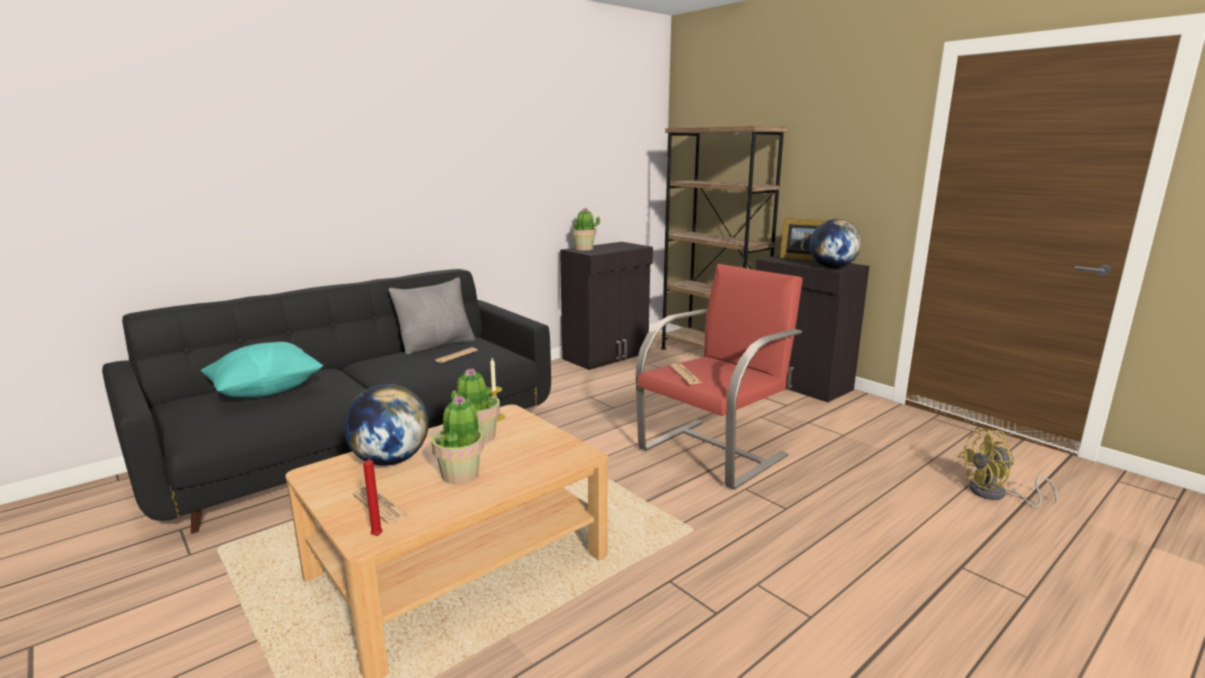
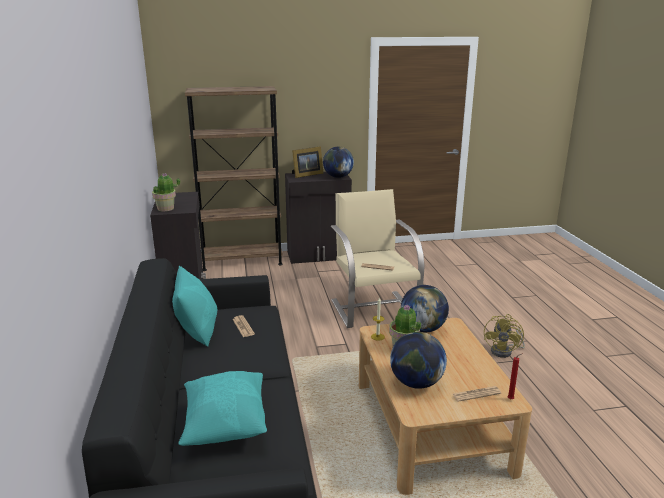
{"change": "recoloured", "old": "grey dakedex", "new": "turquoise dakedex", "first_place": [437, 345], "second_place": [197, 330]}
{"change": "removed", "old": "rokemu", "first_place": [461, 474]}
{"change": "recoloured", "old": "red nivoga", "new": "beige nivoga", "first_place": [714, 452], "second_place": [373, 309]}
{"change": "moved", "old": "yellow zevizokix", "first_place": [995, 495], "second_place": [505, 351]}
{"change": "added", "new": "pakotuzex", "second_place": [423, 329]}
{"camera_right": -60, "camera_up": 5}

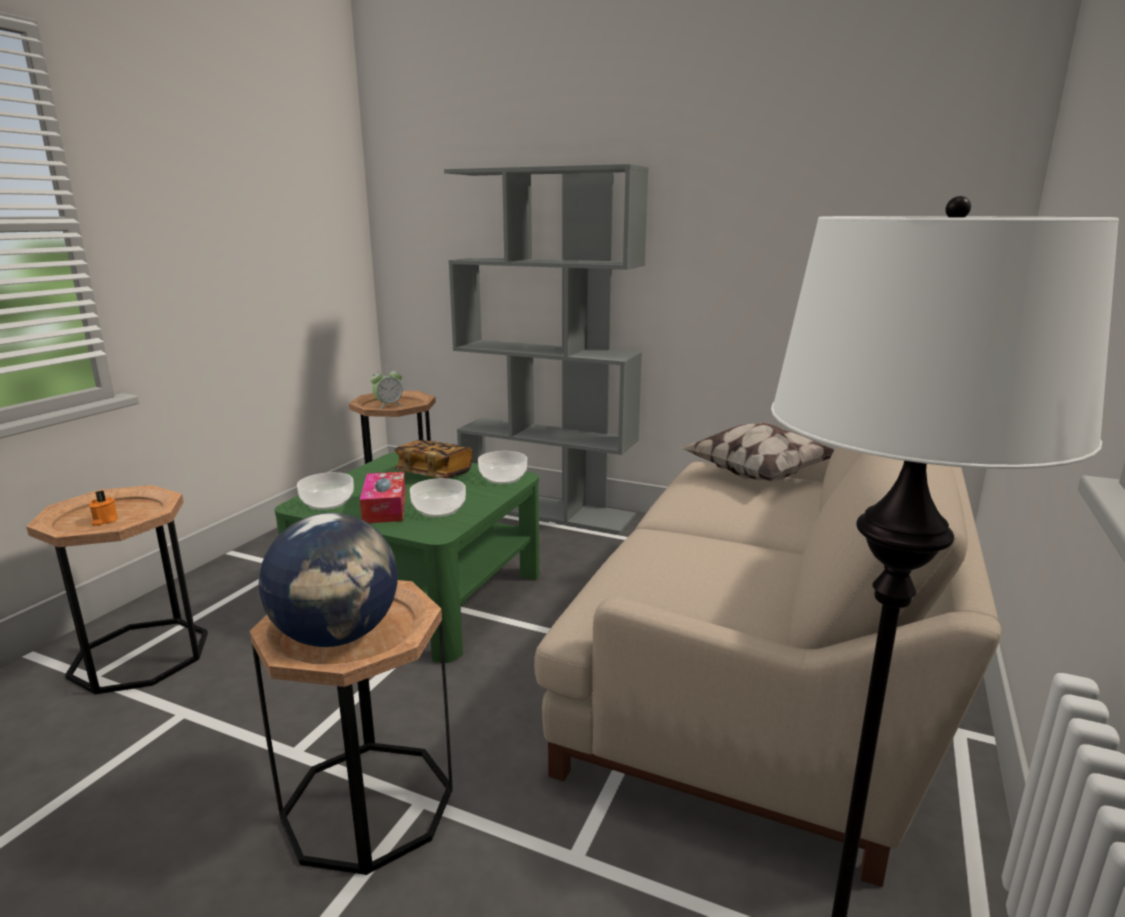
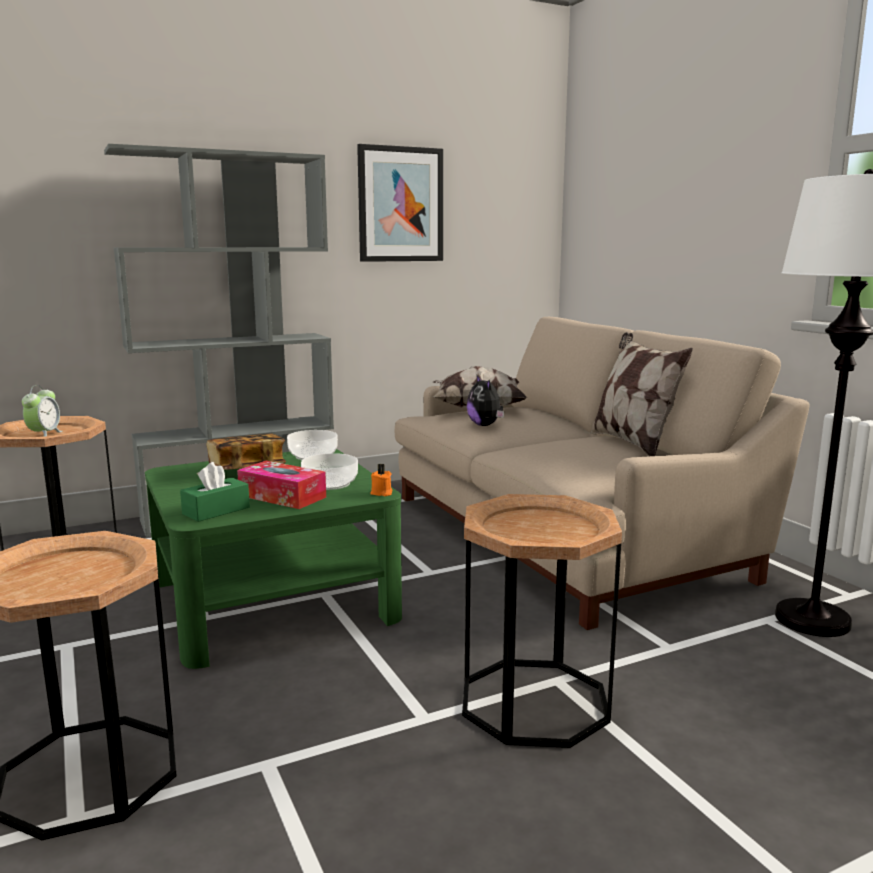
{"change": "moved", "old": "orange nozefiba", "first_place": [104, 521], "second_place": [381, 493]}
{"change": "removed", "old": "pakotuzex", "first_place": [337, 636]}
{"change": "replaced", "old": "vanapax", "new": "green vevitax", "first_place": [327, 503], "second_place": [216, 511]}
{"change": "added", "new": "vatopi", "second_place": [400, 204]}
{"change": "added", "new": "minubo", "second_place": [485, 425]}
{"change": "added", "new": "dakedex", "second_place": [633, 443]}
{"camera_right": -50, "camera_up": -5}

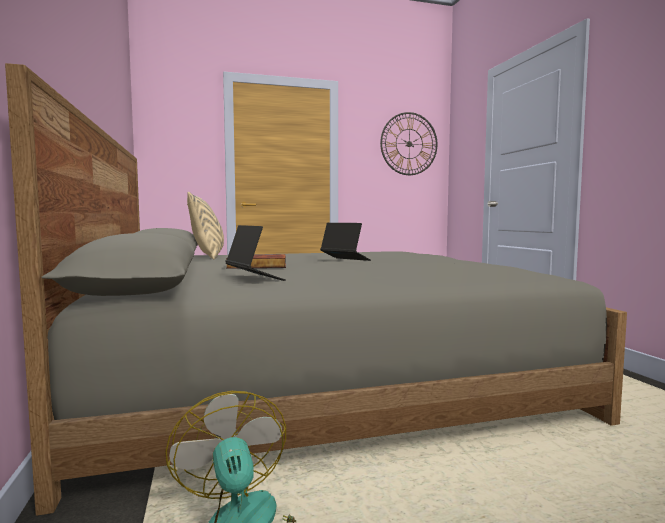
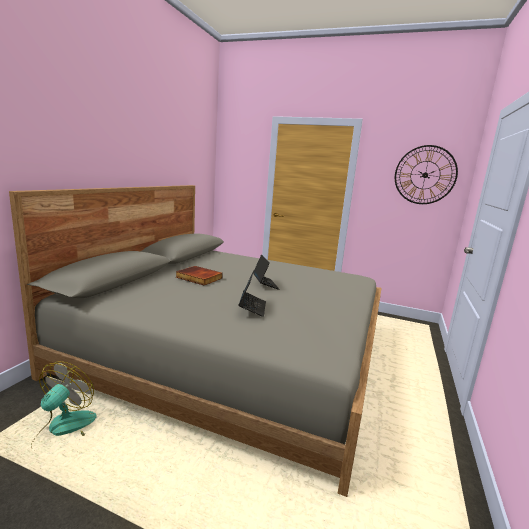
{"change": "removed", "old": "beige dakedex", "first_place": [207, 256]}
{"change": "moved", "old": "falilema", "first_place": [254, 278], "second_place": [252, 307]}
{"camera_right": 35, "camera_up": 10}

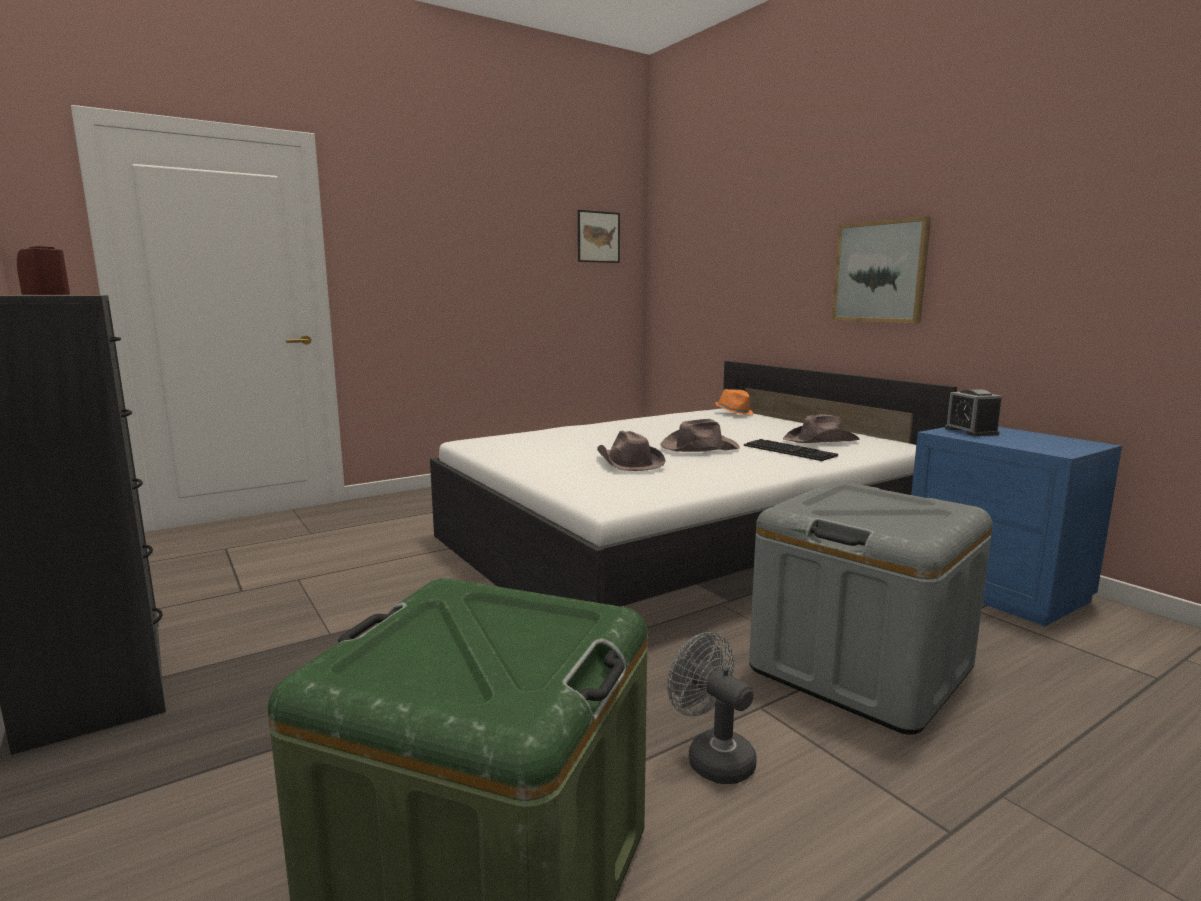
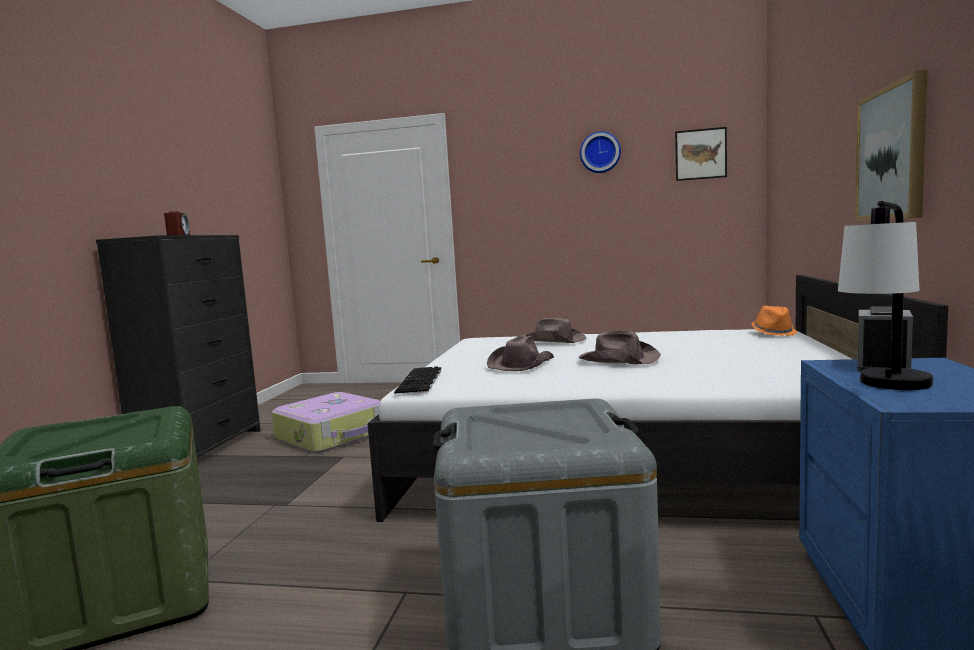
{"change": "removed", "old": "grey zevizokix", "first_place": [712, 757]}
{"change": "moved", "old": "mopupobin", "first_place": [791, 451], "second_place": [421, 381]}
{"change": "moved", "old": "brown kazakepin", "first_place": [821, 440], "second_place": [554, 341]}
{"change": "added", "new": "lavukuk", "second_place": [332, 435]}
{"change": "added", "new": "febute", "second_place": [600, 152]}
{"change": "added", "new": "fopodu", "second_place": [886, 389]}
{"camera_right": 45, "camera_up": -5}

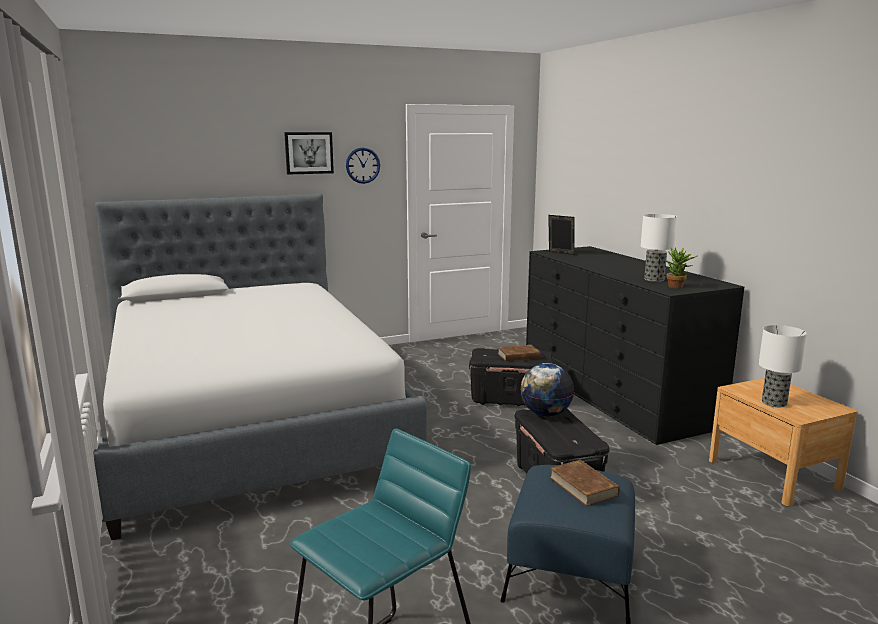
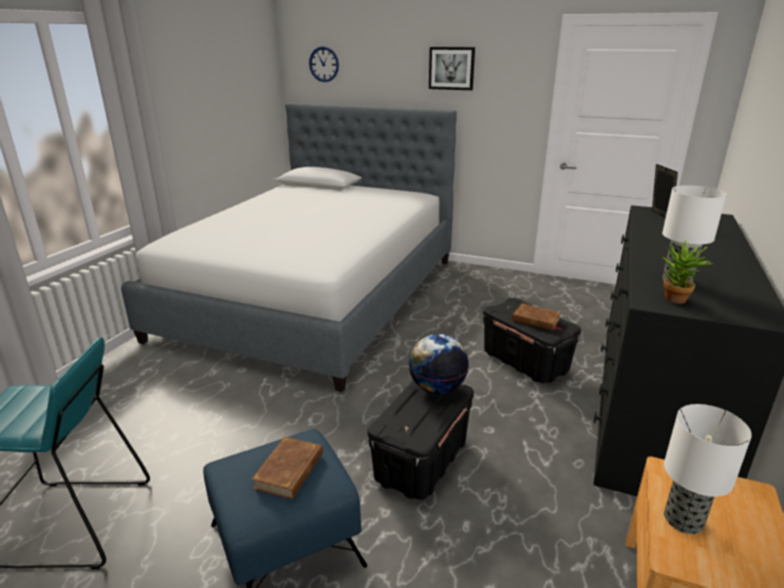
{"change": "moved", "old": "febute", "first_place": [362, 165], "second_place": [324, 64]}
{"camera_right": 45, "camera_up": 10}

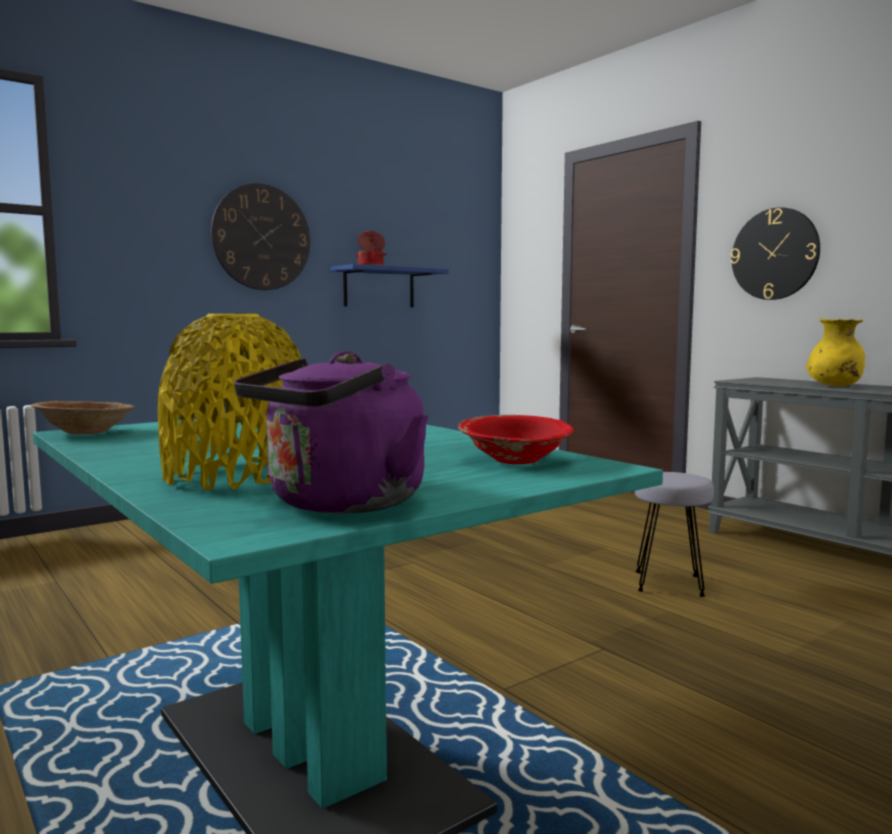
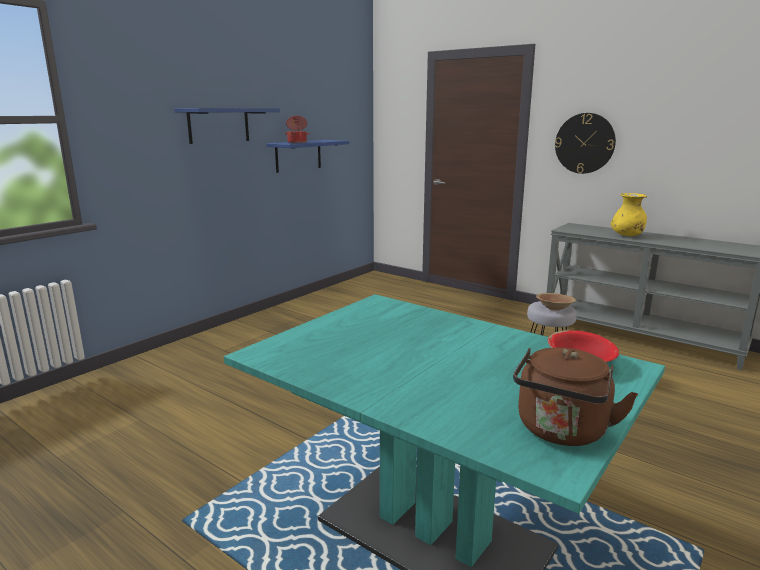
{"change": "moved", "old": "brown vanapax", "first_place": [86, 432], "second_place": [554, 308]}
{"change": "removed", "old": "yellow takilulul", "first_place": [239, 476]}
{"change": "replaced", "old": "febute", "new": "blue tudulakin", "first_place": [261, 237], "second_place": [219, 125]}
{"change": "recoloured", "old": "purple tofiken", "new": "brown tofiken", "first_place": [339, 504], "second_place": [561, 432]}
{"camera_right": -15, "camera_up": 10}

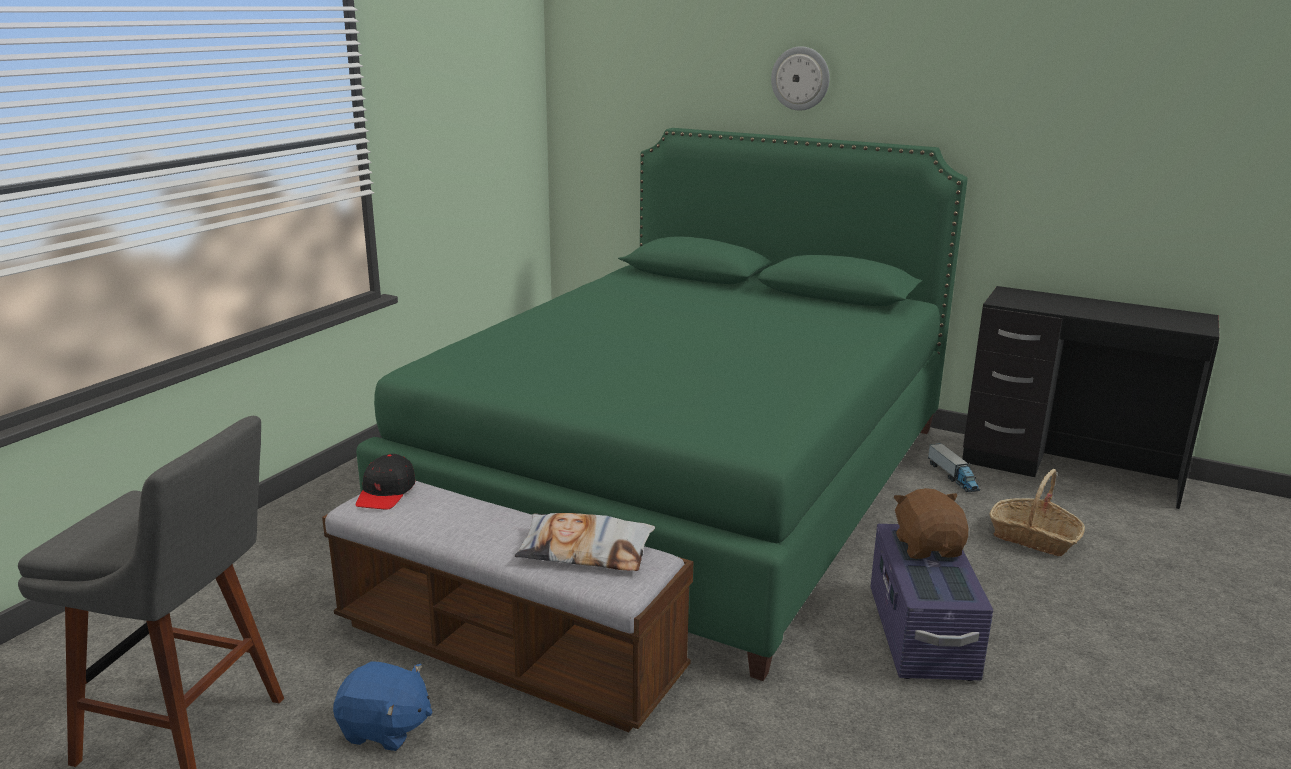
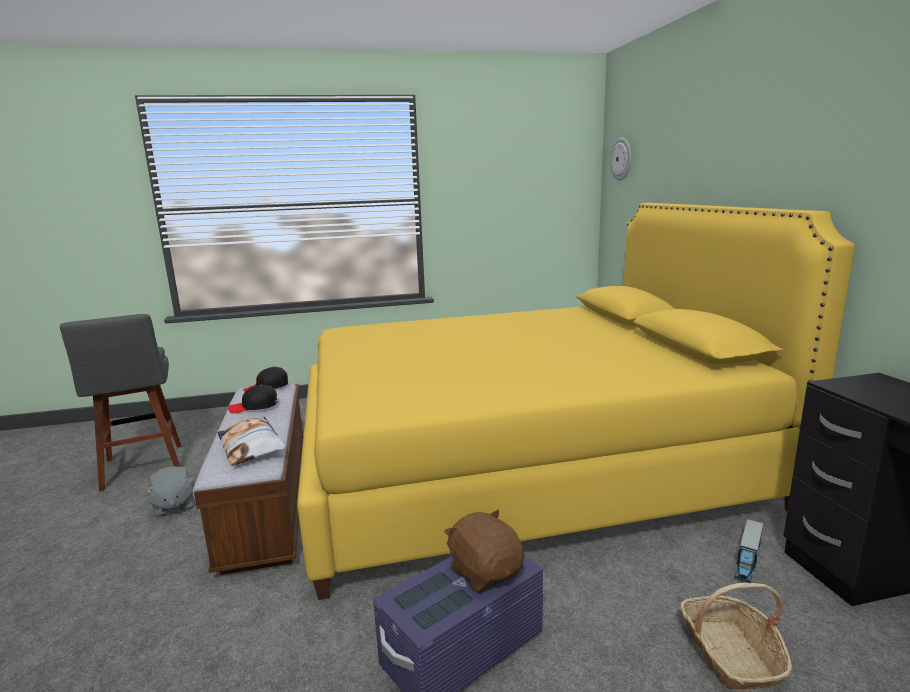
{"change": "recoloured", "old": "blue minubo", "new": "grey minubo", "first_place": [385, 729], "second_place": [173, 506]}
{"change": "recoloured", "old": "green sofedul", "new": "yellow sofedul", "first_place": [688, 483], "second_place": [521, 465]}
{"change": "moved", "old": "febute", "first_place": [800, 78], "second_place": [622, 159]}
{"change": "turned", "old": "brown minubo", "first_place": [928, 547], "second_place": [485, 571], "degrees": -75}
{"change": "added", "new": "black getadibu", "second_place": [254, 406]}
{"camera_right": 50, "camera_up": -5}

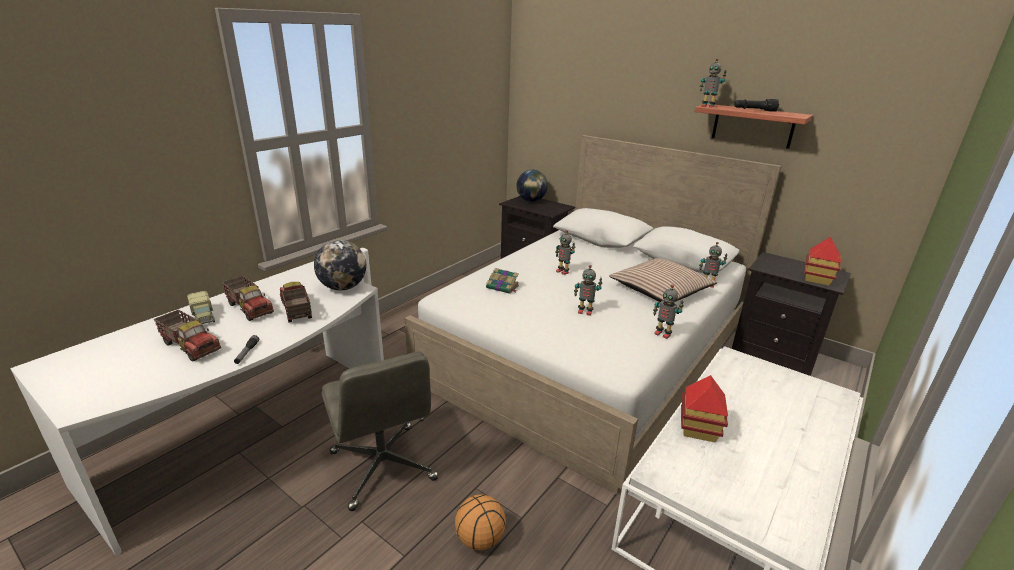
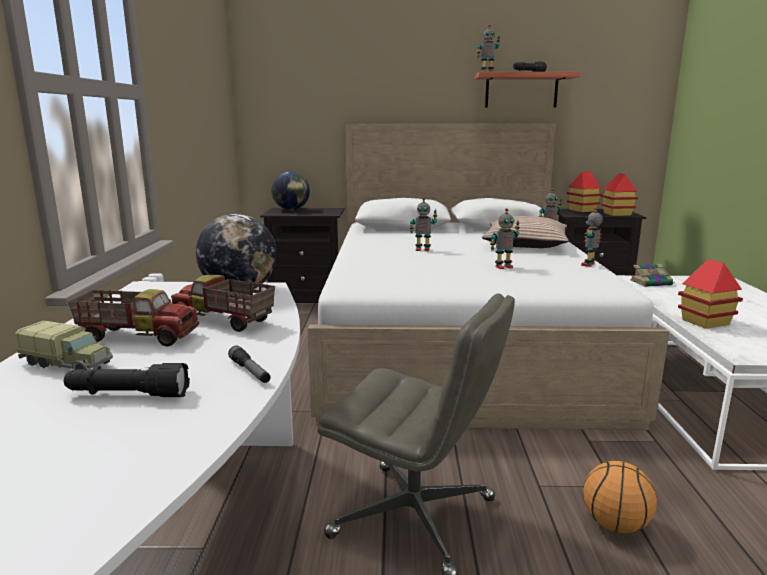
{"change": "replaced", "old": "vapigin", "new": "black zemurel", "first_place": [191, 346], "second_place": [127, 395]}
{"change": "moved", "old": "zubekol", "first_place": [503, 287], "second_place": [651, 283]}
{"change": "turned", "old": "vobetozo", "first_place": [662, 334], "second_place": [589, 264], "degrees": 120}
{"change": "added", "new": "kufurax", "second_place": [582, 210]}
{"camera_right": -35, "camera_up": -10}

